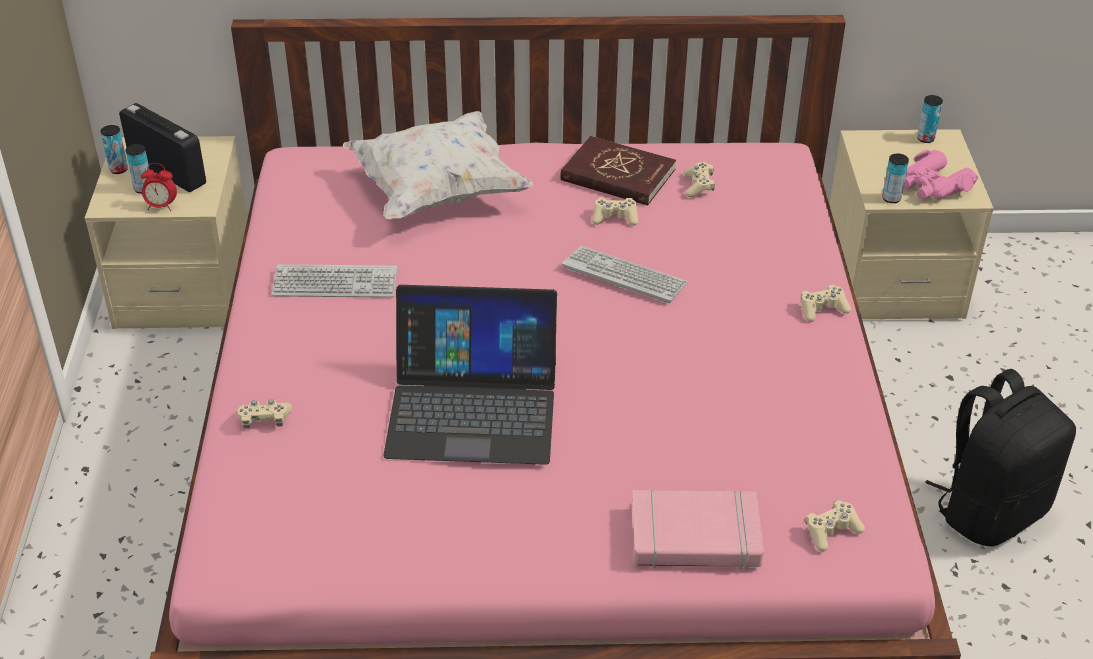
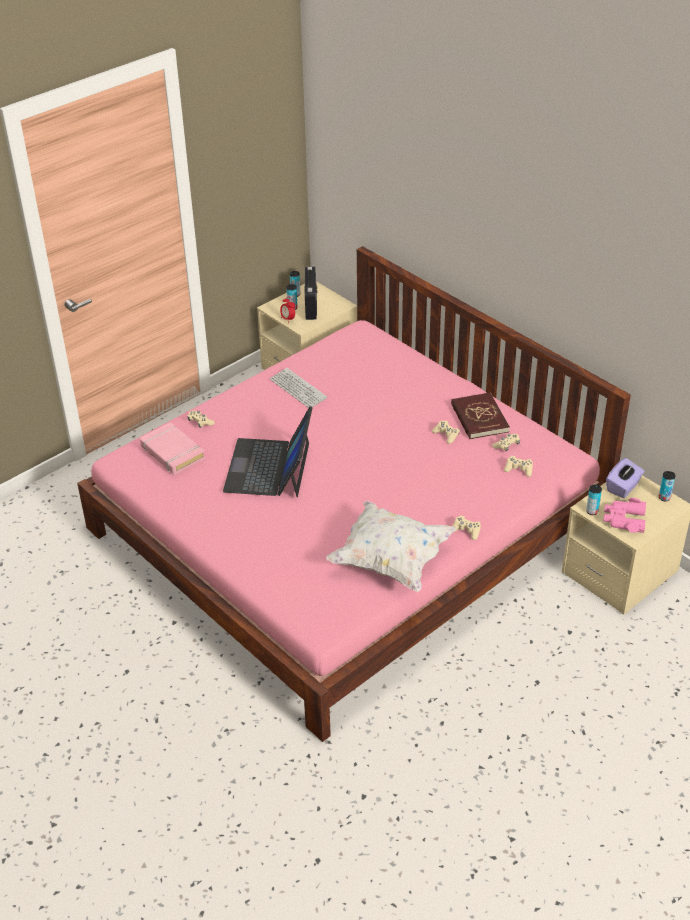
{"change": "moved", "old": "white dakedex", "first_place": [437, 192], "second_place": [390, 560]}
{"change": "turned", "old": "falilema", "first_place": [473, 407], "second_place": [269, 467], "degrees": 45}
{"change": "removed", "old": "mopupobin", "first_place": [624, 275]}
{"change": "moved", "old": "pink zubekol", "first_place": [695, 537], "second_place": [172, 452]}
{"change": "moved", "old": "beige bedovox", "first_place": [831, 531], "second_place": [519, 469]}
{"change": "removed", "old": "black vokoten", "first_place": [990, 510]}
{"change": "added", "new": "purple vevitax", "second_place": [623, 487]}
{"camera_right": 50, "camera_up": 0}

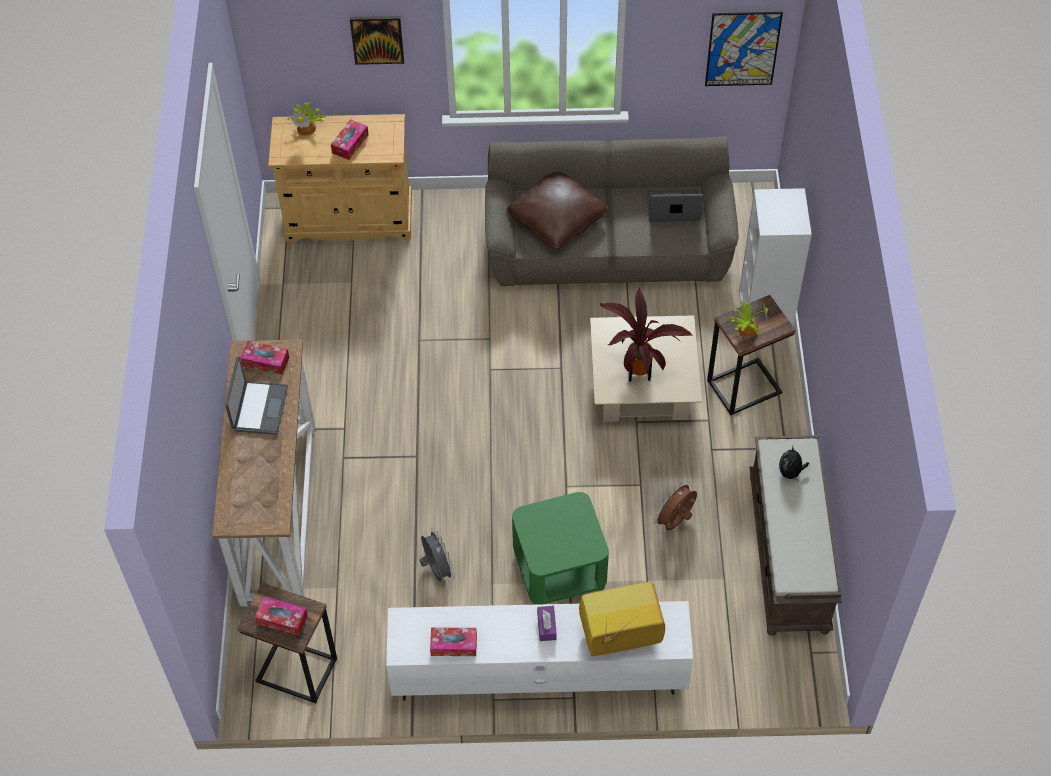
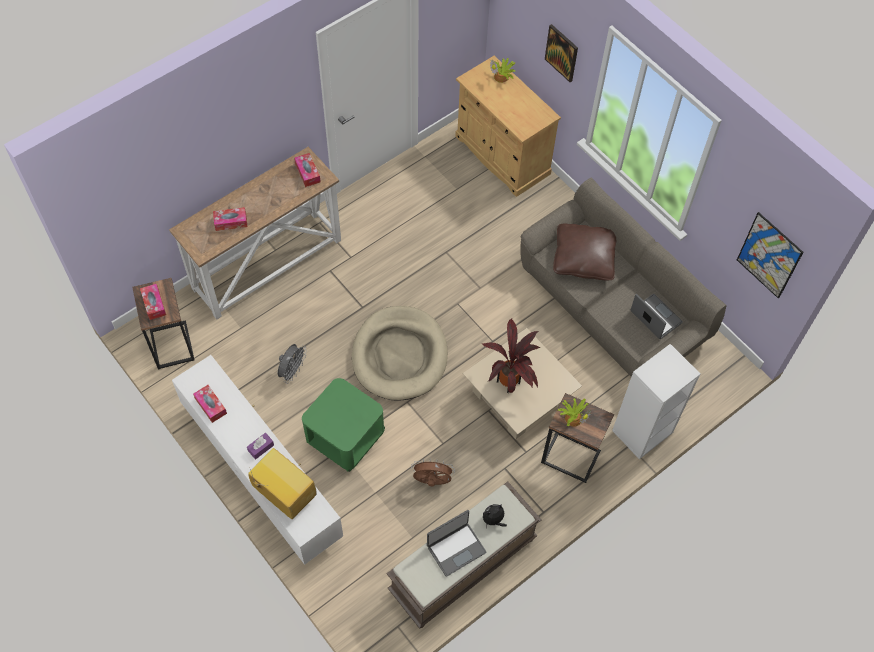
{"change": "moved", "old": "falilema", "first_place": [259, 408], "second_place": [456, 548]}
{"change": "moved", "old": "vevitax", "first_place": [350, 144], "second_place": [231, 222]}
{"change": "added", "new": "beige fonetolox", "second_place": [399, 355]}
{"camera_right": 50, "camera_up": 5}

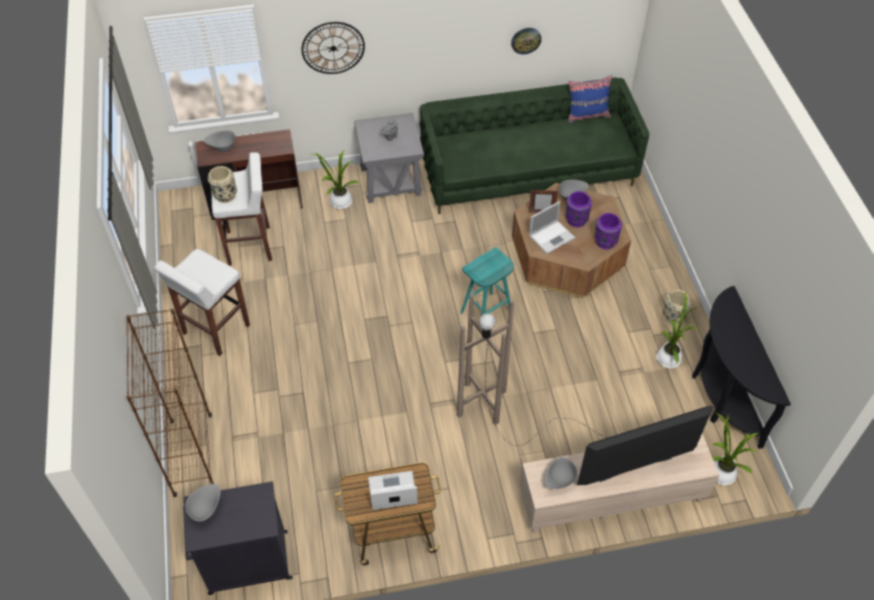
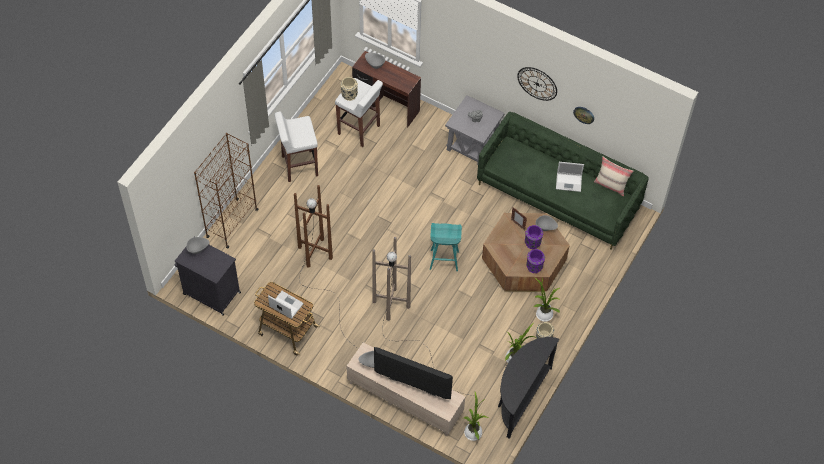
{"change": "moved", "old": "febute", "first_place": [333, 48], "second_place": [537, 83]}
{"change": "moved", "old": "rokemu", "first_place": [339, 202], "second_place": [543, 313]}
{"change": "moved", "old": "falilema", "first_place": [552, 236], "second_place": [569, 182]}
{"change": "recoloured", "old": "blue dakedex", "new": "beige dakedex", "first_place": [587, 115], "second_place": [611, 185]}
{"change": "added", "new": "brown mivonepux", "second_place": [322, 278]}
{"camera_right": 40, "camera_up": 5}

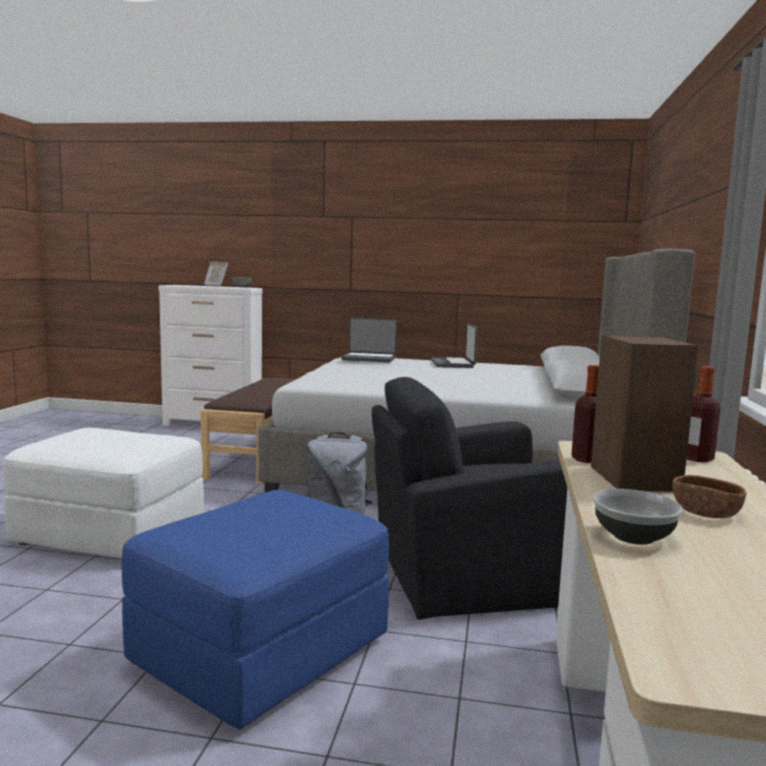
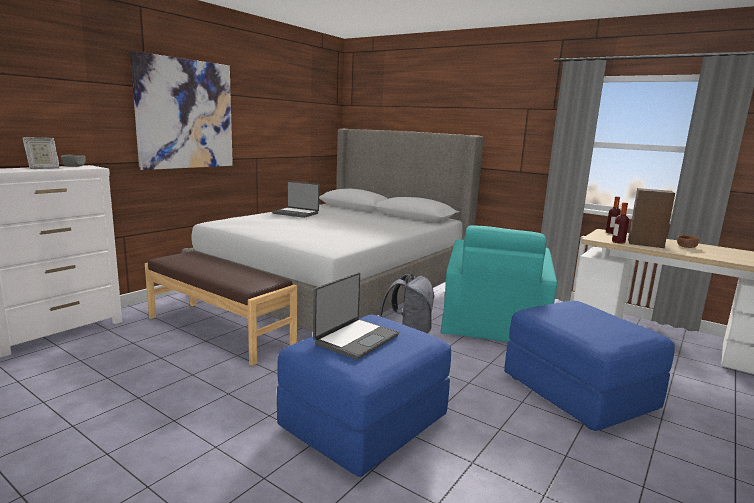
{"change": "recoloured", "old": "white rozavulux", "new": "blue rozavulux", "first_place": [111, 534], "second_place": [364, 423]}
{"change": "moved", "old": "falilema", "first_place": [369, 358], "second_place": [355, 339]}
{"change": "recoloured", "old": "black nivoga", "new": "turquoise nivoga", "first_place": [471, 571], "second_place": [493, 323]}
{"change": "removed", "old": "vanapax", "first_place": [632, 536]}
{"change": "added", "new": "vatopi", "second_place": [185, 114]}
{"camera_right": -65, "camera_up": 5}

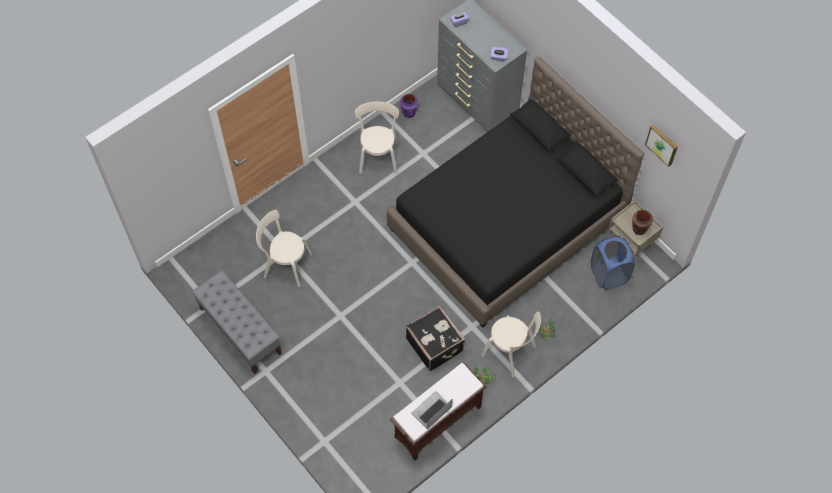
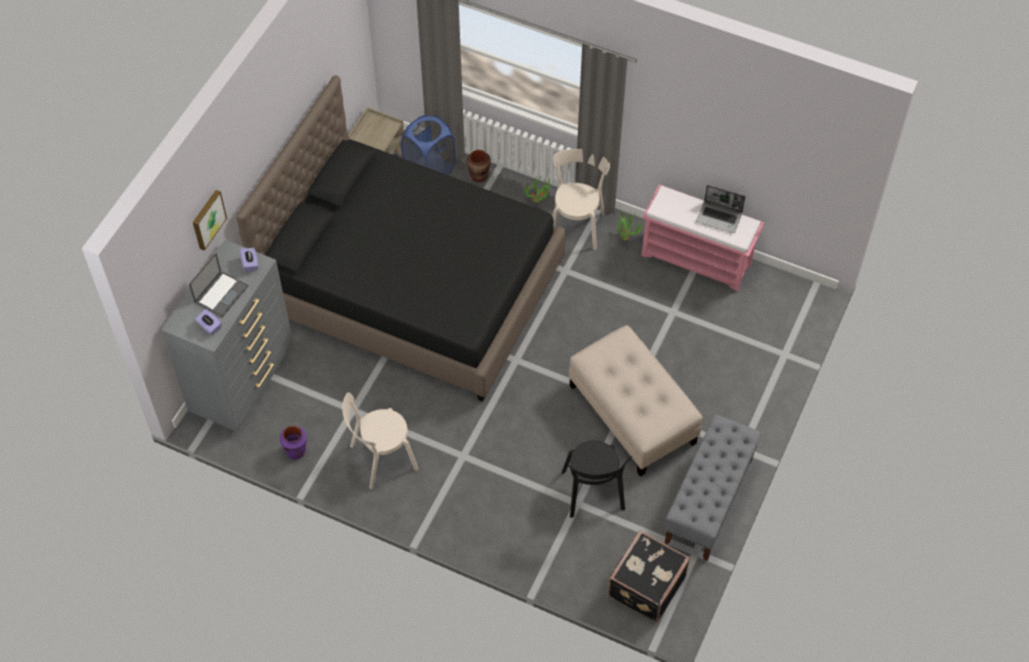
{"change": "recoloured", "old": "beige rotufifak", "new": "black rotufifak", "first_place": [285, 264], "second_place": [593, 494]}
{"change": "recoloured", "old": "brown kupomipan", "new": "pink kupomipan", "first_place": [437, 423], "second_place": [697, 259]}
{"change": "moved", "old": "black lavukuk", "first_place": [435, 344], "second_place": [645, 586]}
{"change": "moved", "old": "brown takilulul", "first_place": [639, 229], "second_place": [479, 176]}
{"change": "moved", "old": "vatopi", "first_place": [662, 144], "second_place": [207, 219]}
{"change": "added", "new": "falilema", "second_place": [221, 293]}
{"change": "added", "new": "beige rozavulux", "second_place": [631, 414]}
{"camera_right": -115, "camera_up": -5}

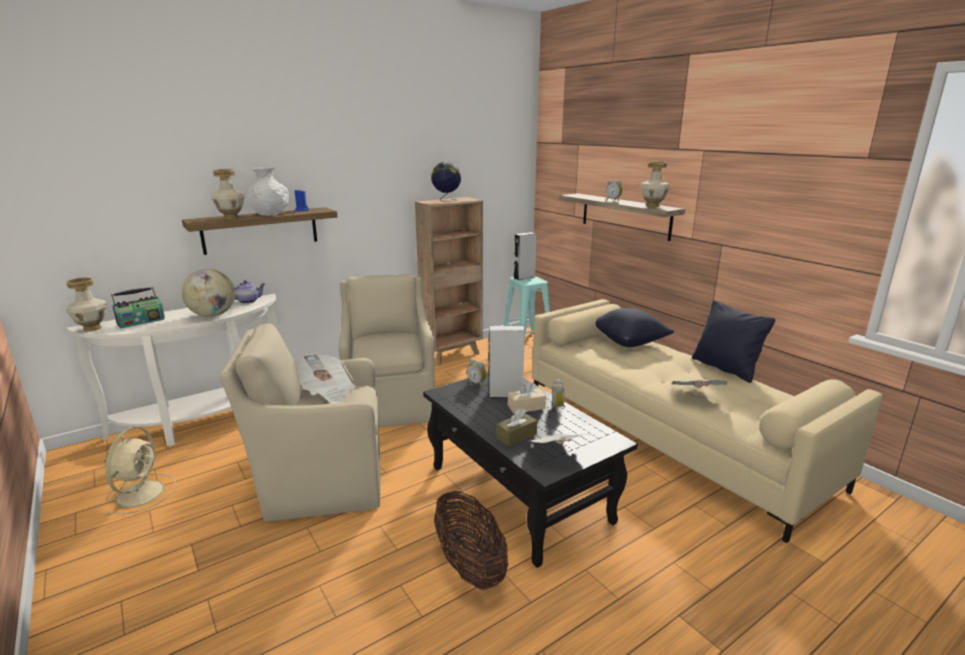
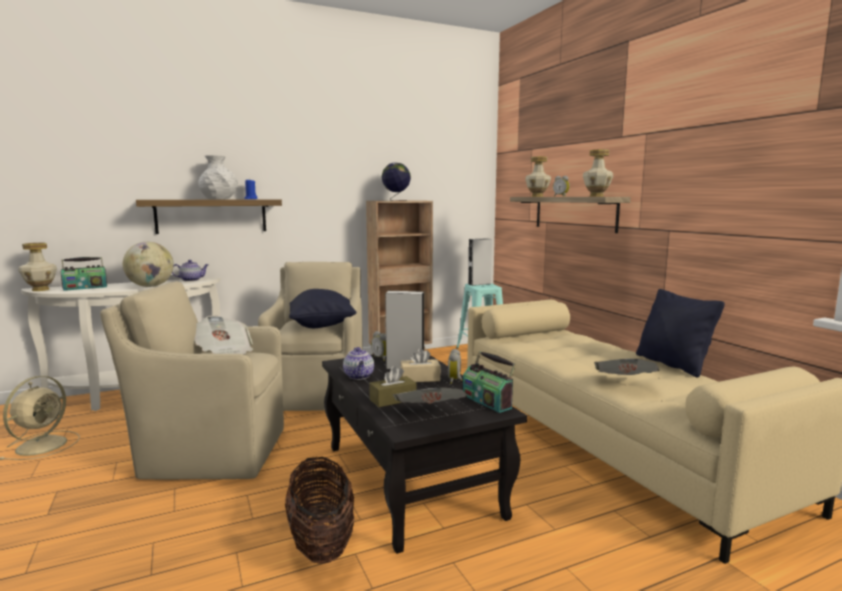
{"change": "moved", "old": "takilulul", "first_place": [230, 218], "second_place": [537, 196]}
{"change": "moved", "old": "black dakedex", "first_place": [629, 342], "second_place": [322, 325]}
{"change": "added", "new": "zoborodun", "second_place": [359, 376]}
{"change": "added", "new": "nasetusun", "second_place": [487, 401]}
{"camera_right": 10, "camera_up": -10}

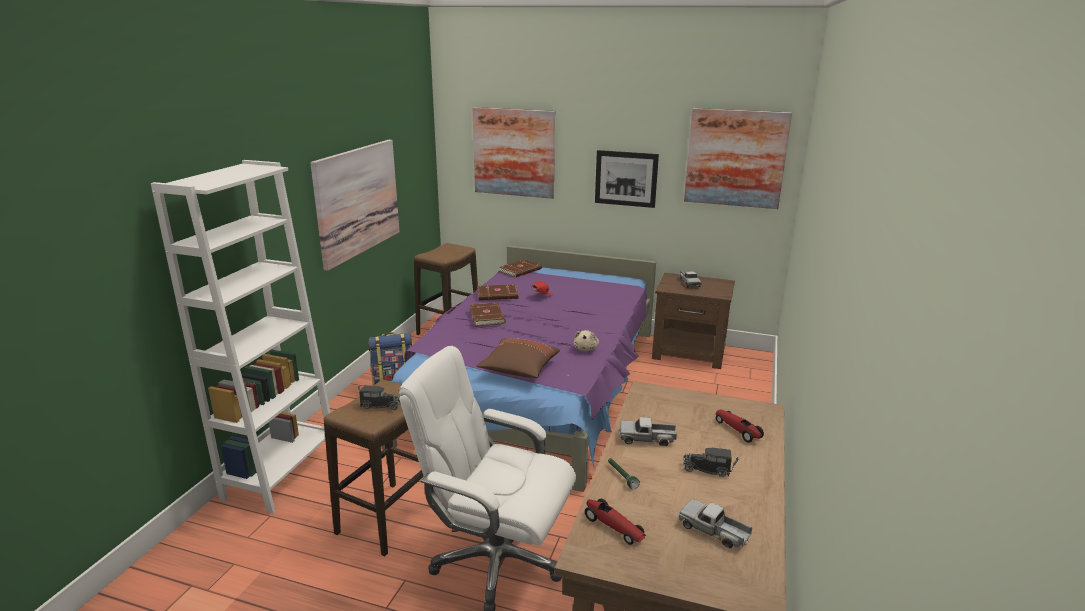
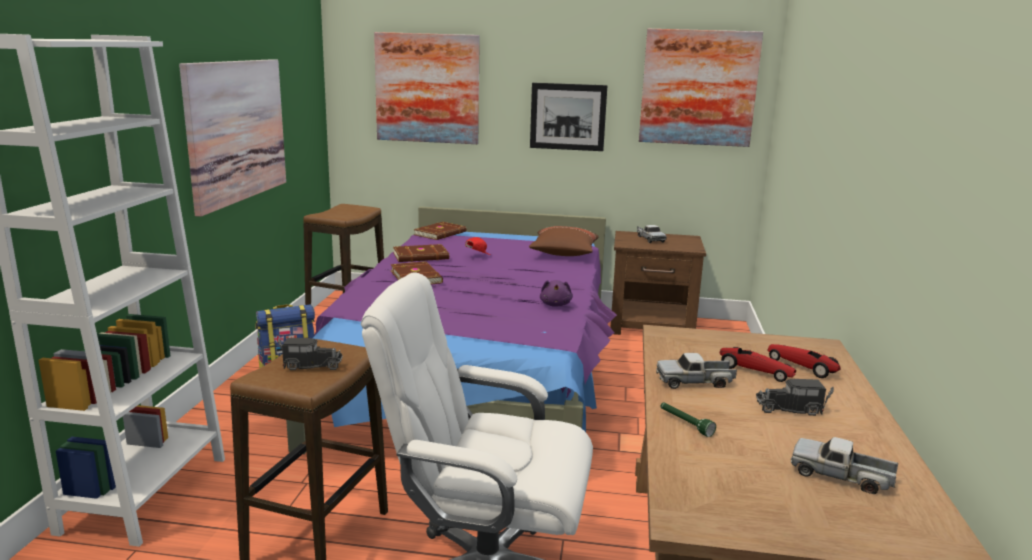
{"change": "moved", "old": "brown dakedex", "first_place": [519, 370], "second_place": [563, 254]}
{"change": "recoloured", "old": "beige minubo", "new": "purple minubo", "first_place": [586, 349], "second_place": [555, 304]}
{"change": "moved", "old": "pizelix", "first_place": [613, 527], "second_place": [755, 371]}
{"camera_right": -10, "camera_up": -5}

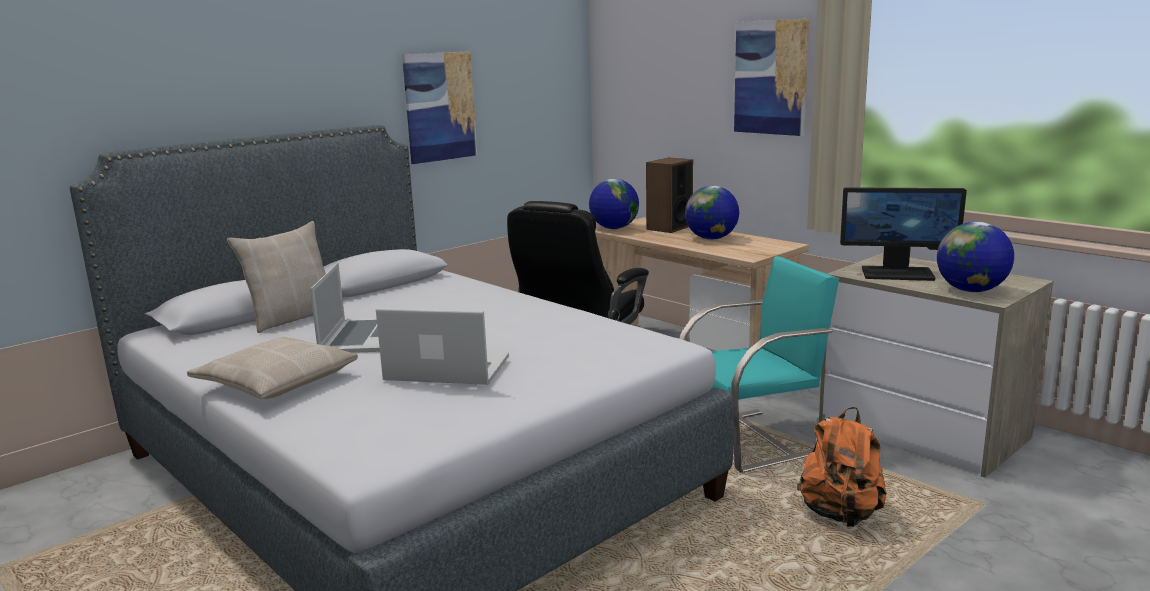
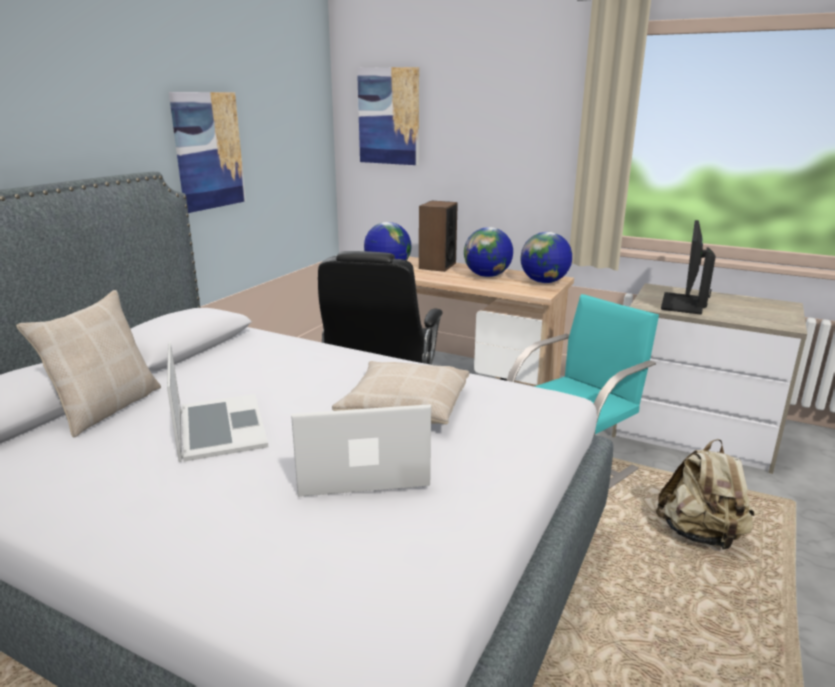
{"change": "moved", "old": "beige dakedex", "first_place": [276, 382], "second_place": [404, 405]}
{"change": "moved", "old": "vatopi", "first_place": [771, 77], "second_place": [389, 116]}
{"change": "recoloured", "old": "orange vokoten", "new": "beige vokoten", "first_place": [840, 515], "second_place": [700, 534]}
{"change": "turned", "old": "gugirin", "first_place": [897, 273], "second_place": [683, 304], "degrees": 120}
{"change": "moved", "old": "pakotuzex", "first_place": [971, 291], "second_place": [544, 282]}
{"camera_right": -20, "camera_up": 5}

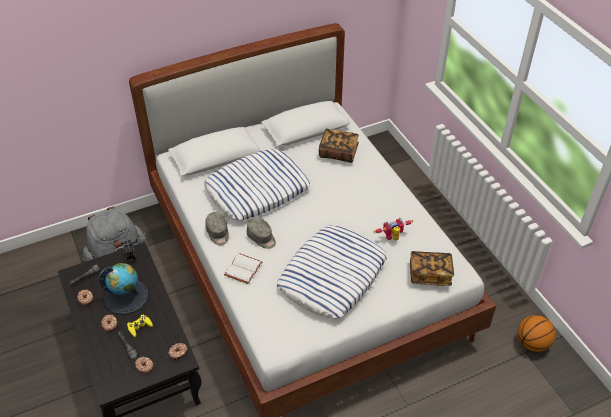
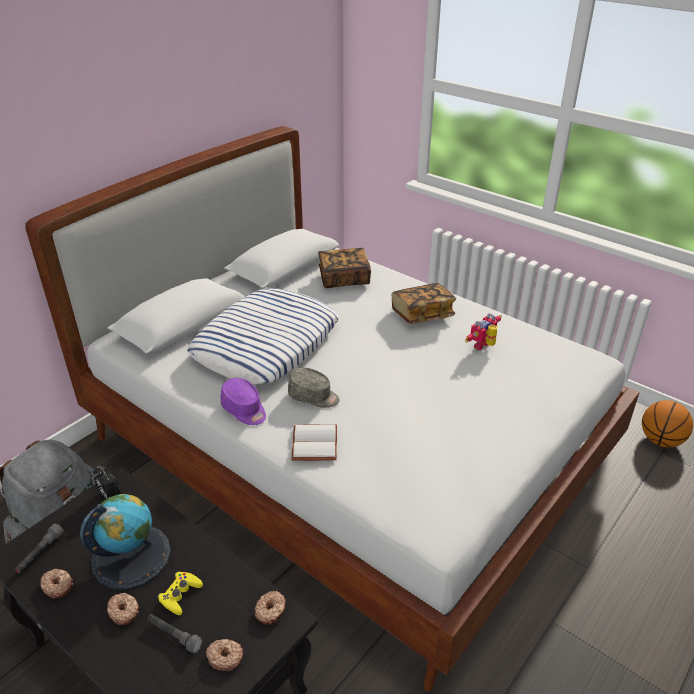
{"change": "recoloured", "old": "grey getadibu", "new": "purple getadibu", "first_place": [218, 233], "second_place": [244, 410]}
{"change": "removed", "old": "dakedex", "first_place": [332, 276]}
{"change": "moved", "old": "zubekol", "first_place": [429, 274], "second_place": [422, 314]}
{"camera_right": -25, "camera_up": -10}

